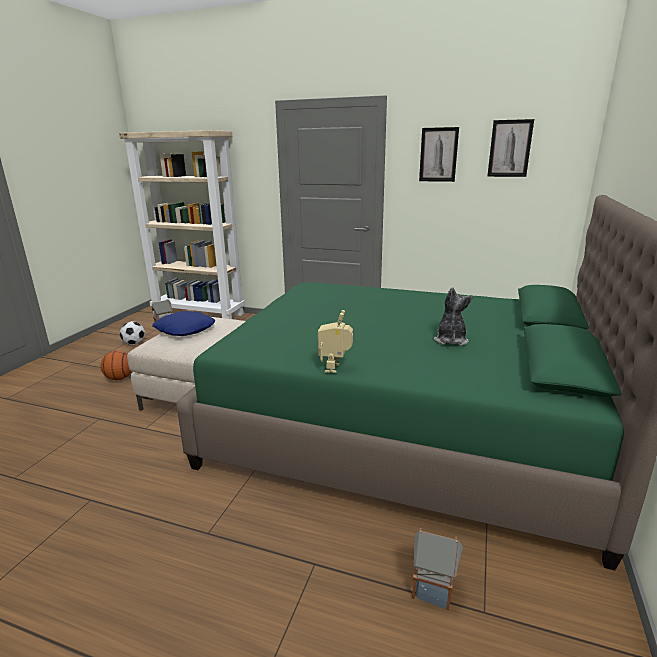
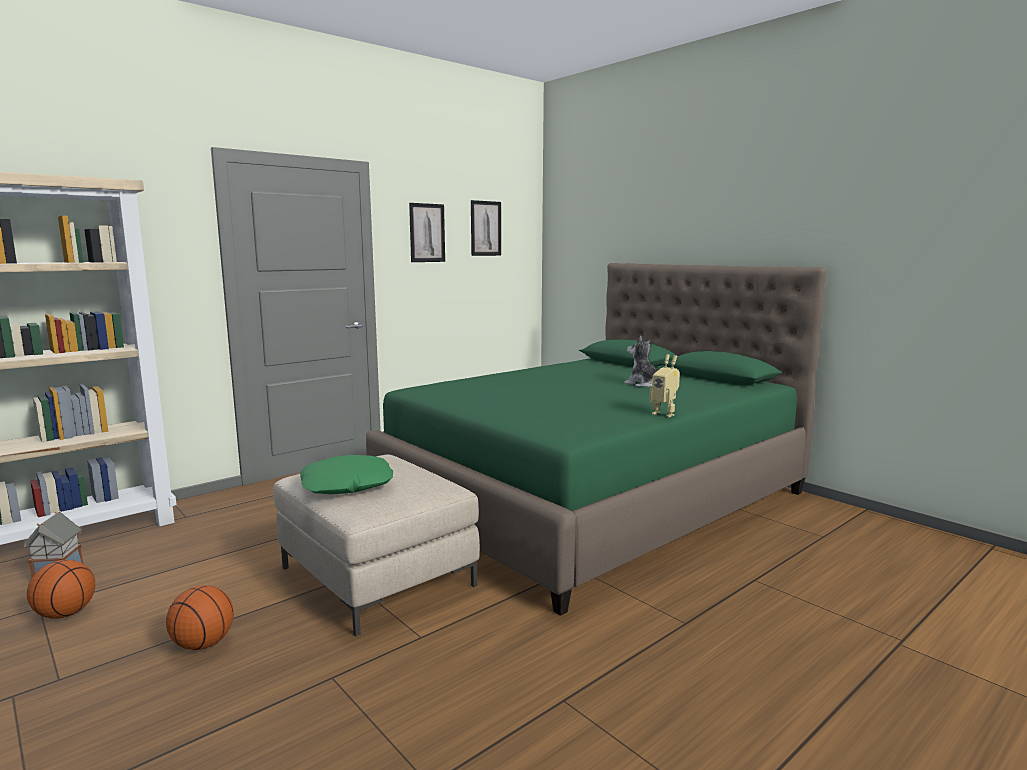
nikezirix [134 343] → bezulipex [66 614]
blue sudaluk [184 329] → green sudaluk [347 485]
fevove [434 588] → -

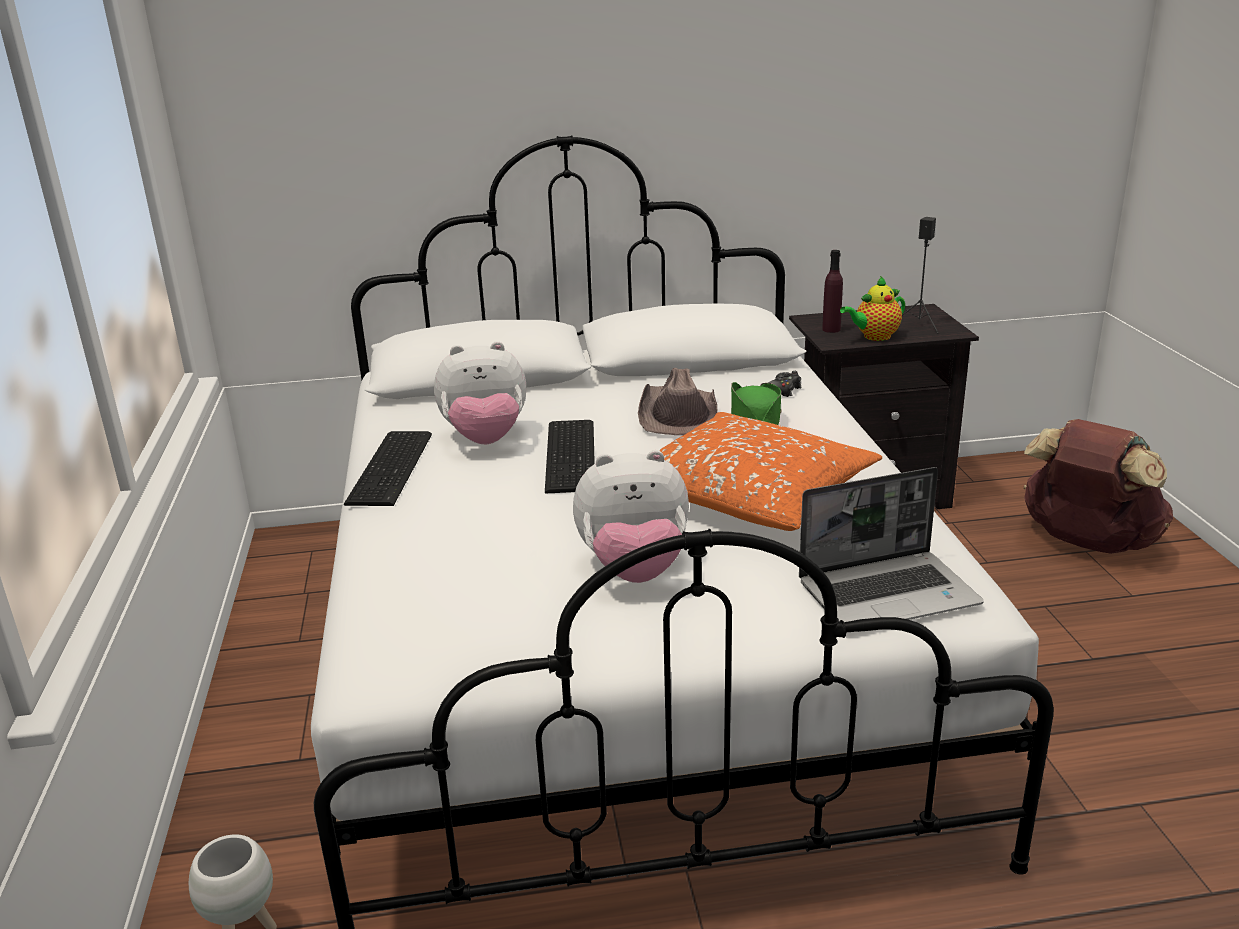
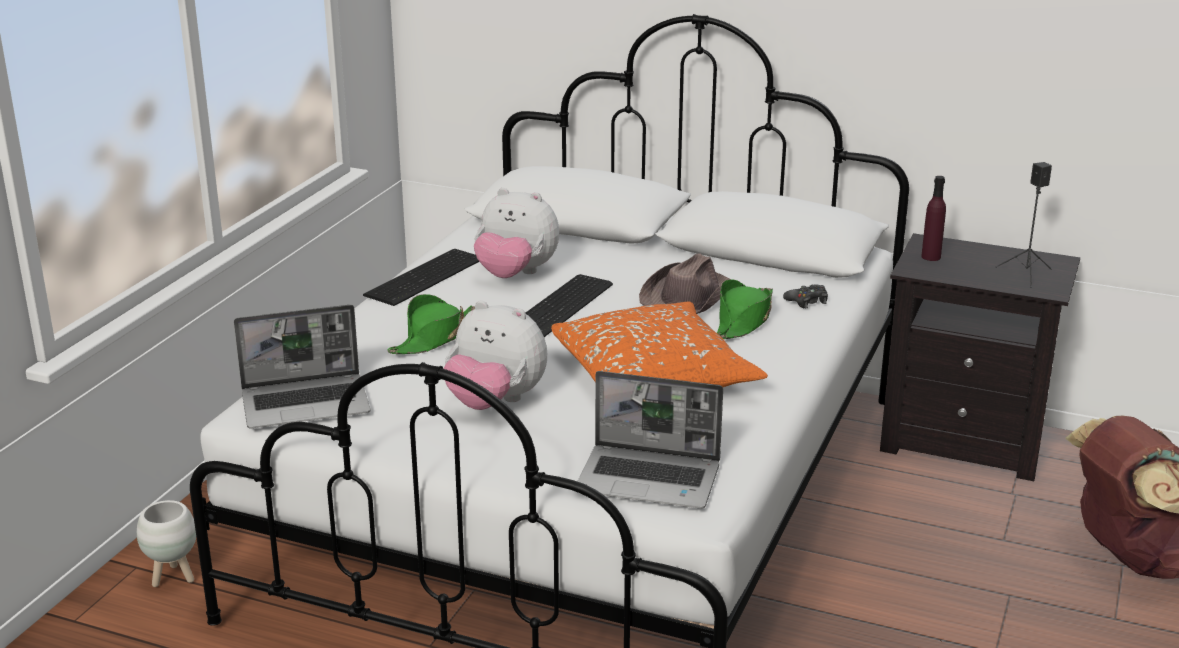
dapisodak [874 337] → -
- → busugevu [307 403]
- → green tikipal [435 338]

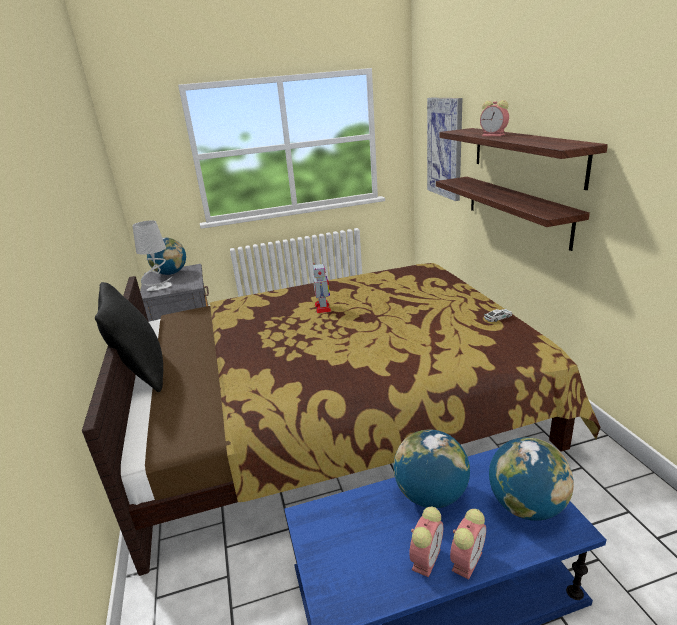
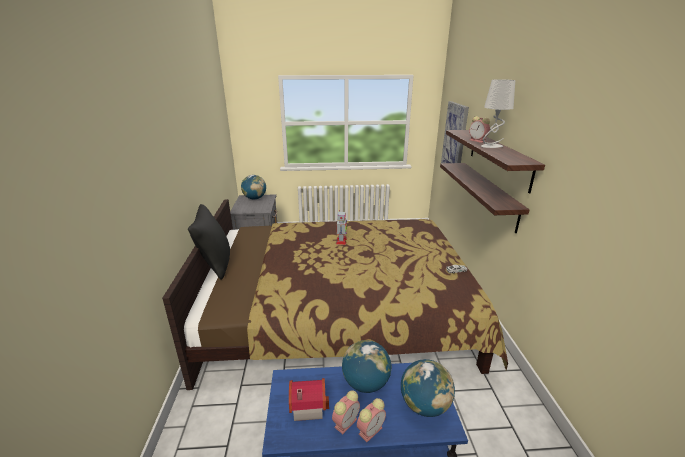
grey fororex [160 287] → grey fororex [491 146], shifted
- → fevove [307 405]

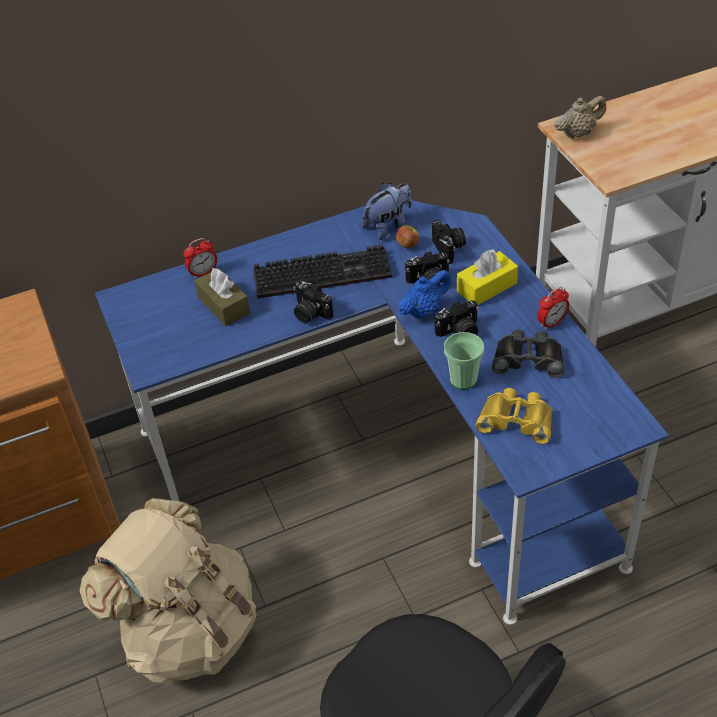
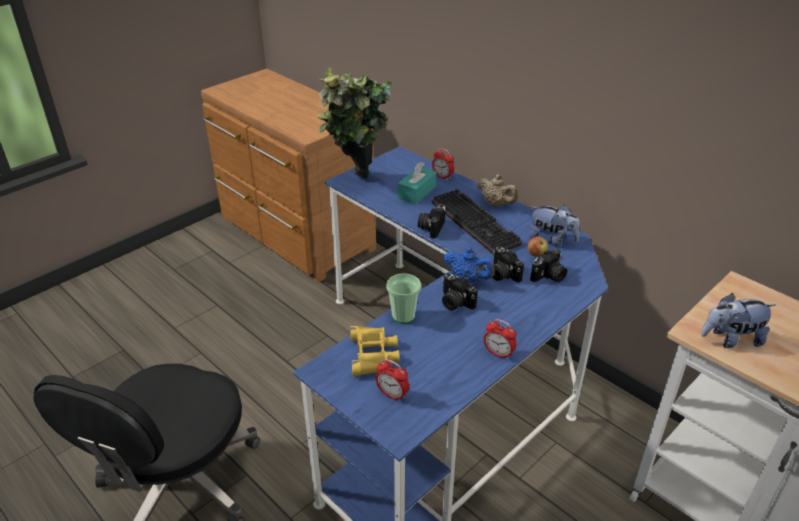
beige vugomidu [189 630] → -
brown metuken [224 305] → turquoise metuken [417 192]
yellow metuken [486 287] → -
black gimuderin [528 358] → -
beige dapisodak [578 133] → beige dapisodak [496 204], shifted
- → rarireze [355 186]
- → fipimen [392 395]
- → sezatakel [731 339]

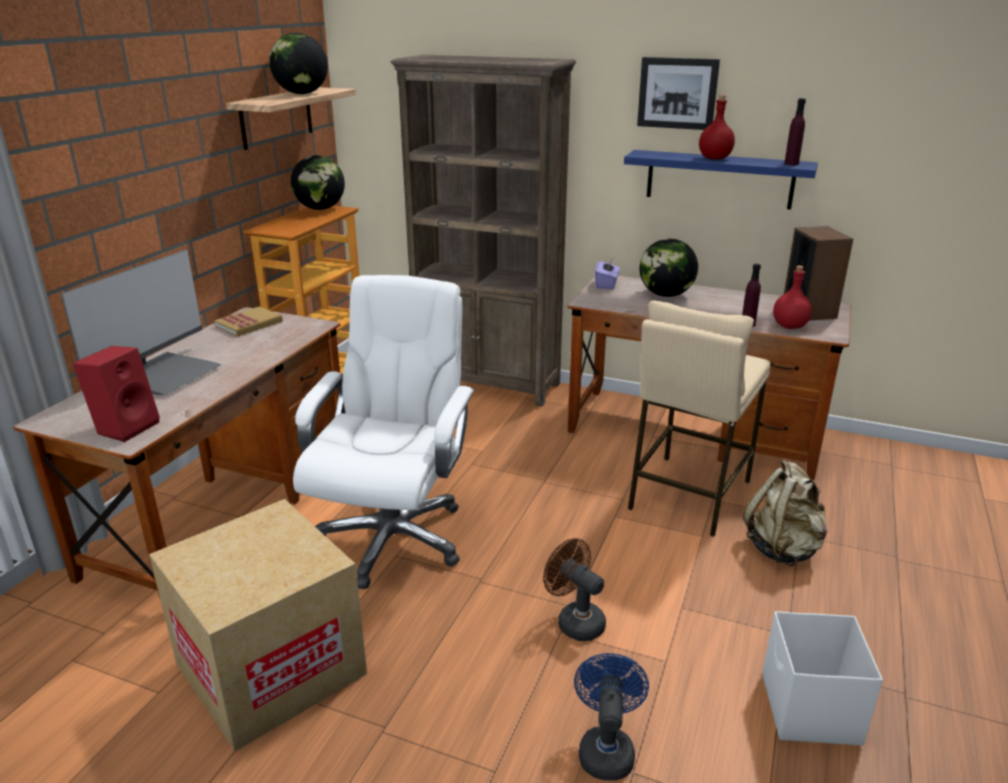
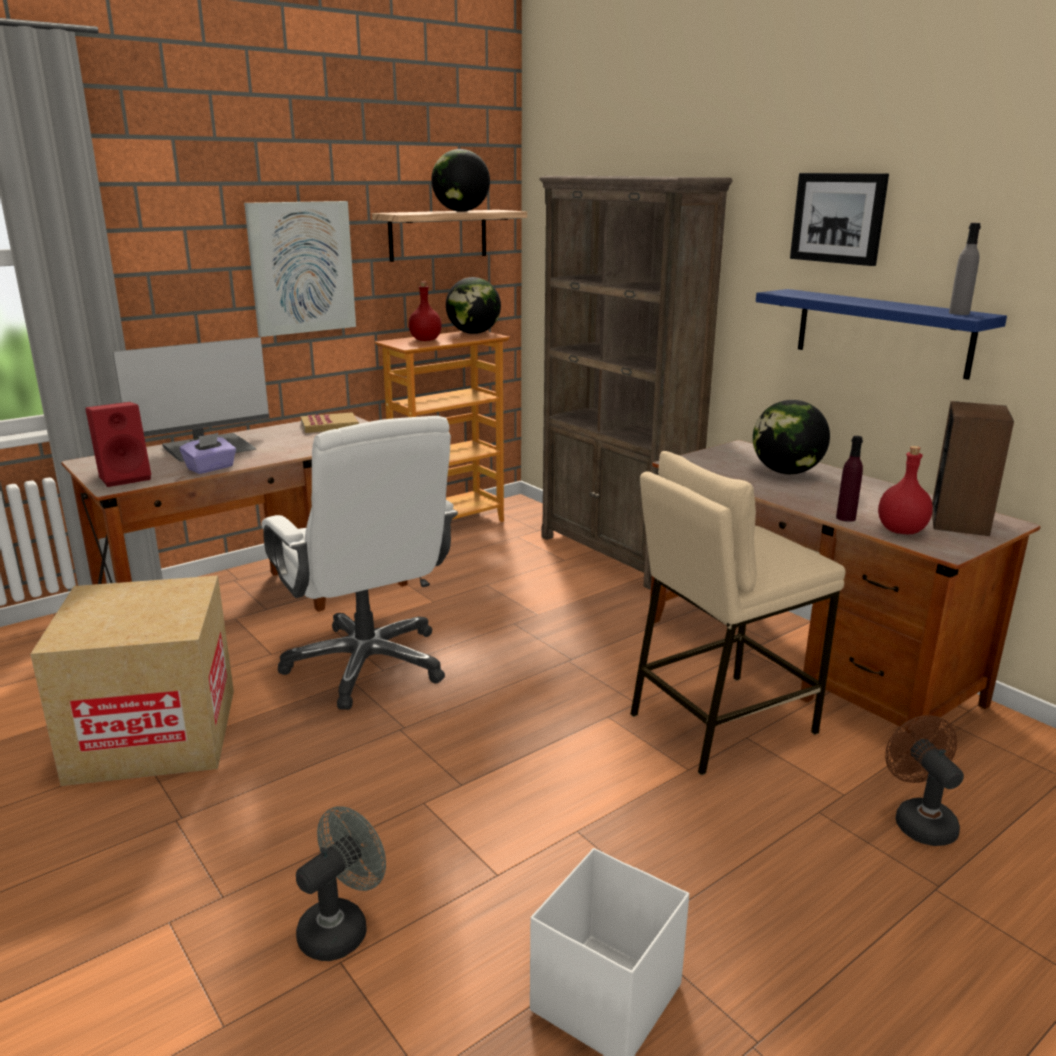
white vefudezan [393 537] → white vefudezan [368 664], 105 degrees clockwise
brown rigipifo [575 621] → brown rigipifo [919 820], shifted
blue rigipifo [606 748] → grey rigipifo [341 927]
purple metuken [606 284] → purple metuken [211 468], shifted
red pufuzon [715 158] → red pufuzon [425 340], shifted
beige vugomidu [783 548] → -
purple pufuzon [791 164] → grey pufuzon [959 313]
- → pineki [301 268]

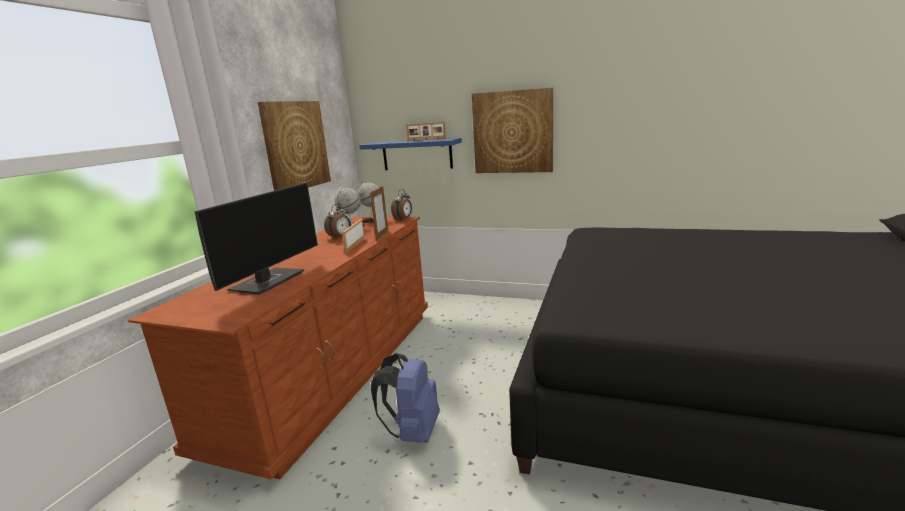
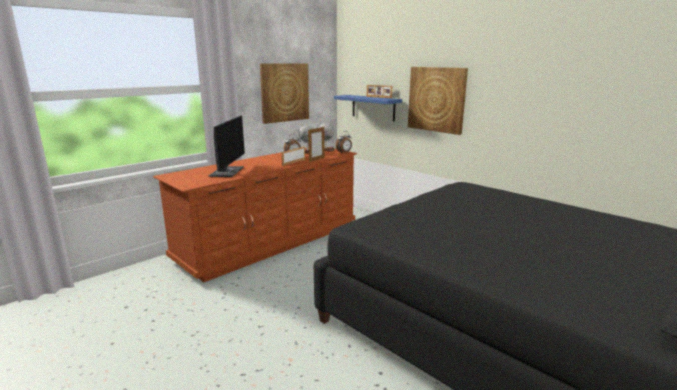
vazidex [268 281] → vazidex [227 172], 45 degrees counterclockwise
blue vugomidu [413 432] → -

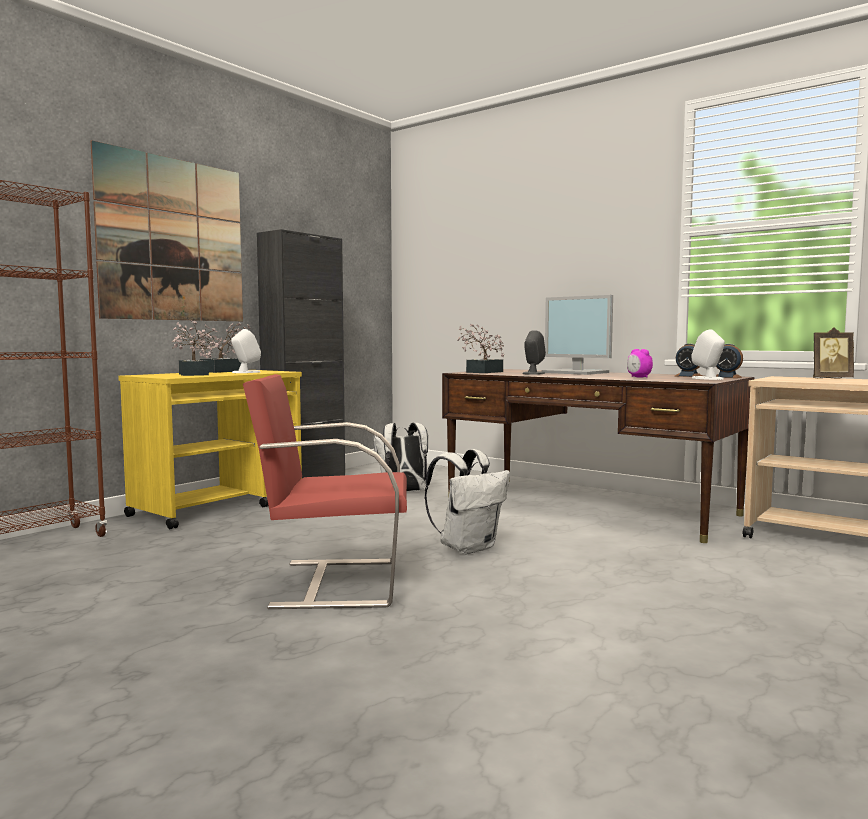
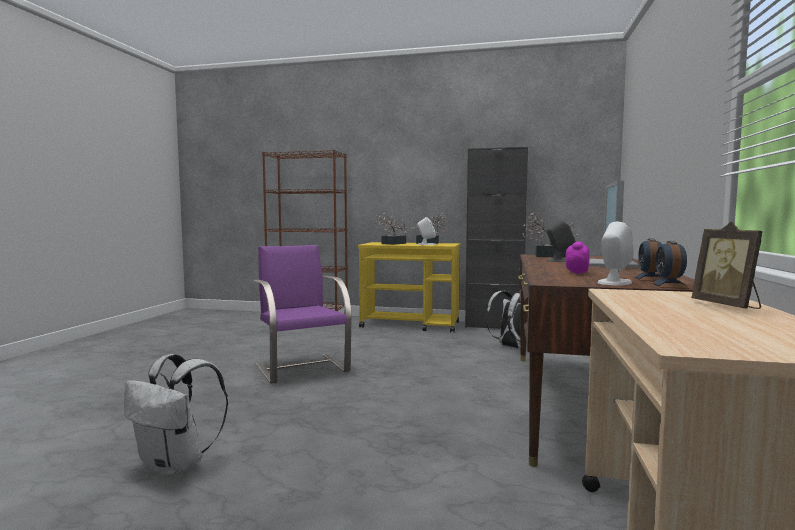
pineki [173 240] → -
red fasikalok [333 582] → purple fasikalok [302 367]
white vugomidu [468 548] → white vugomidu [176 465], shifted

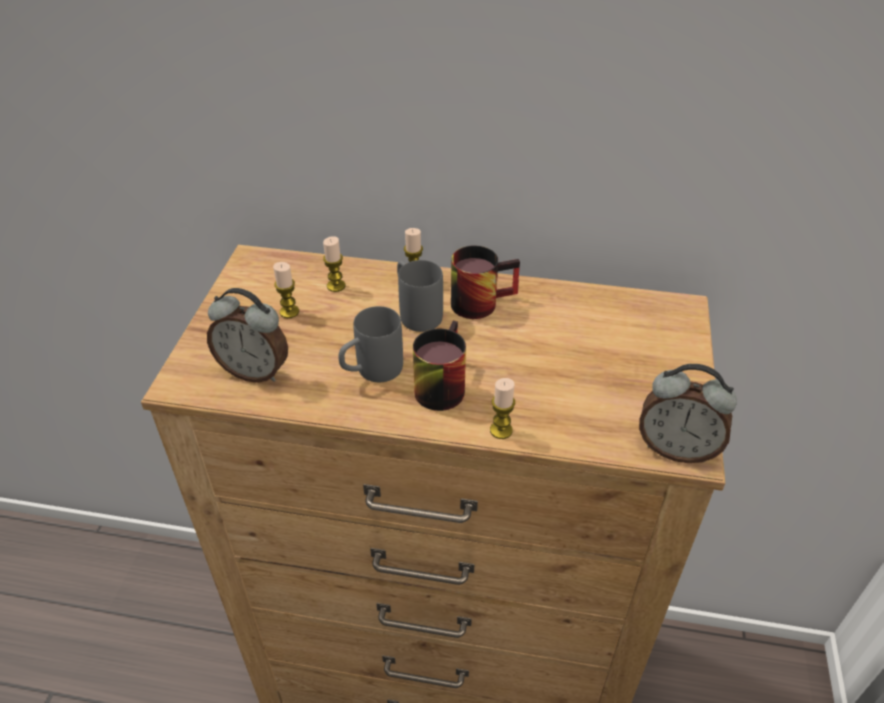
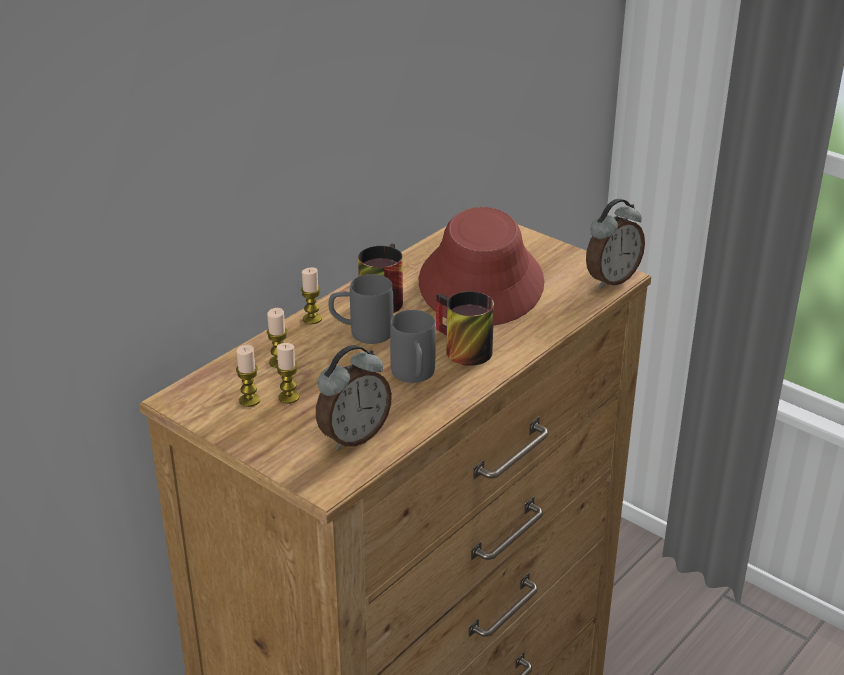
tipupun [501 430] → tipupun [249 400], shifted
- → red tikipal [481 283]

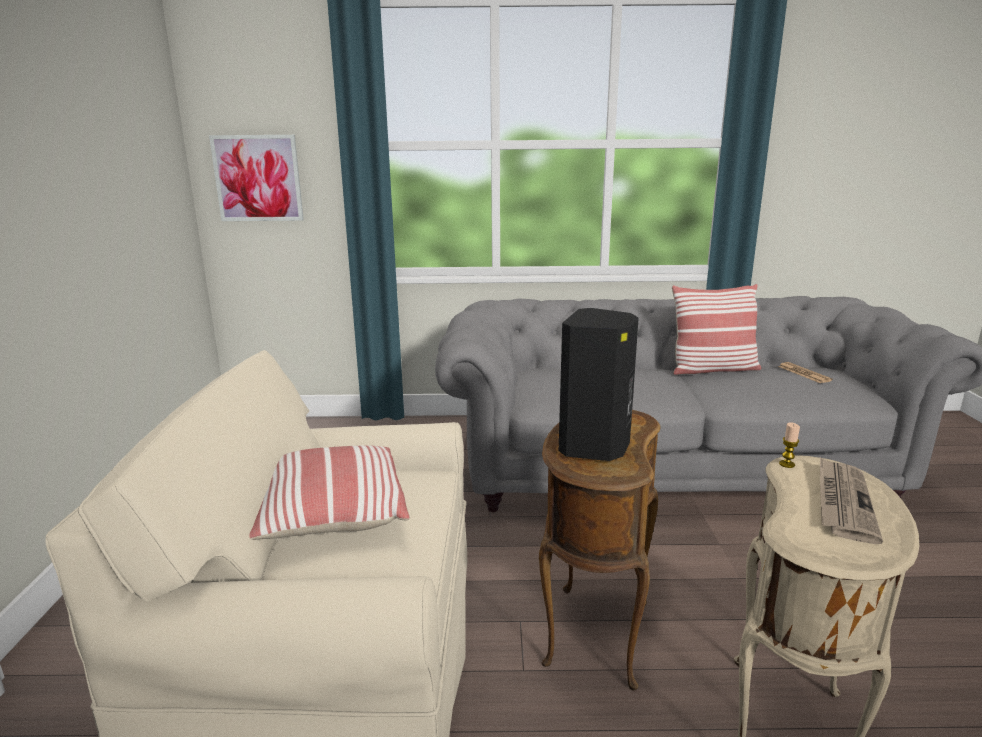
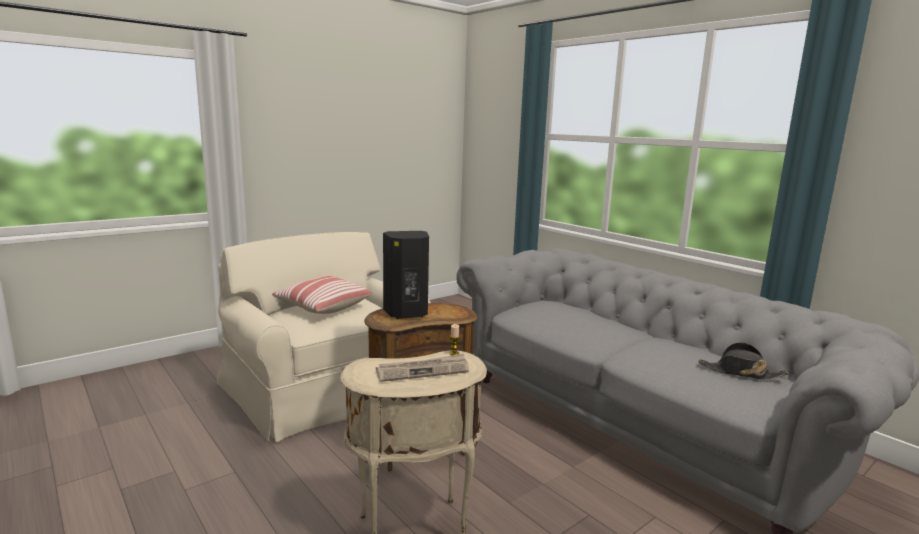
pineki [258 178] → -
sudaluk [712 369] → -
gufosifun [804 373] → black tikipal [740 373]

